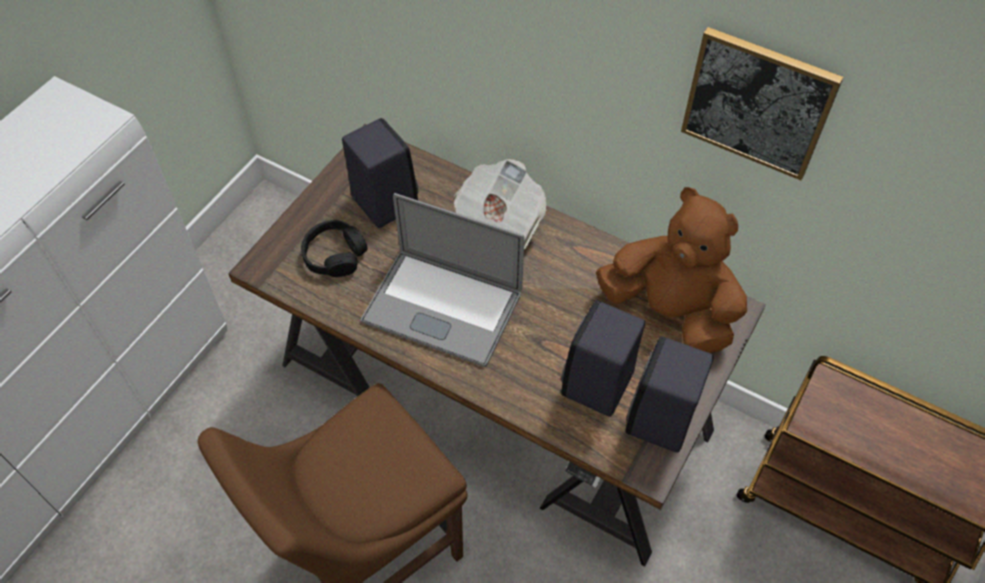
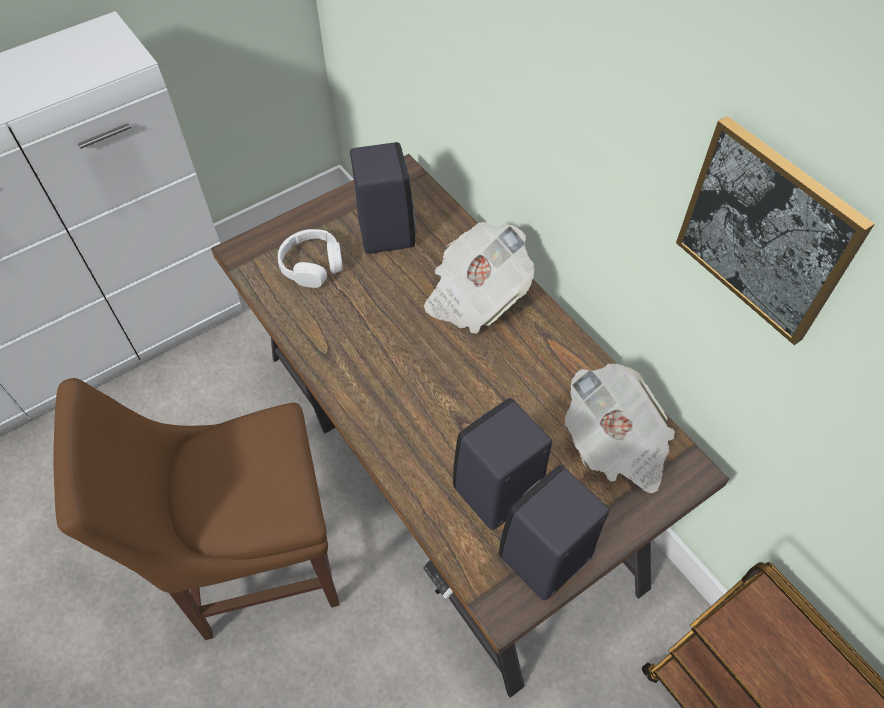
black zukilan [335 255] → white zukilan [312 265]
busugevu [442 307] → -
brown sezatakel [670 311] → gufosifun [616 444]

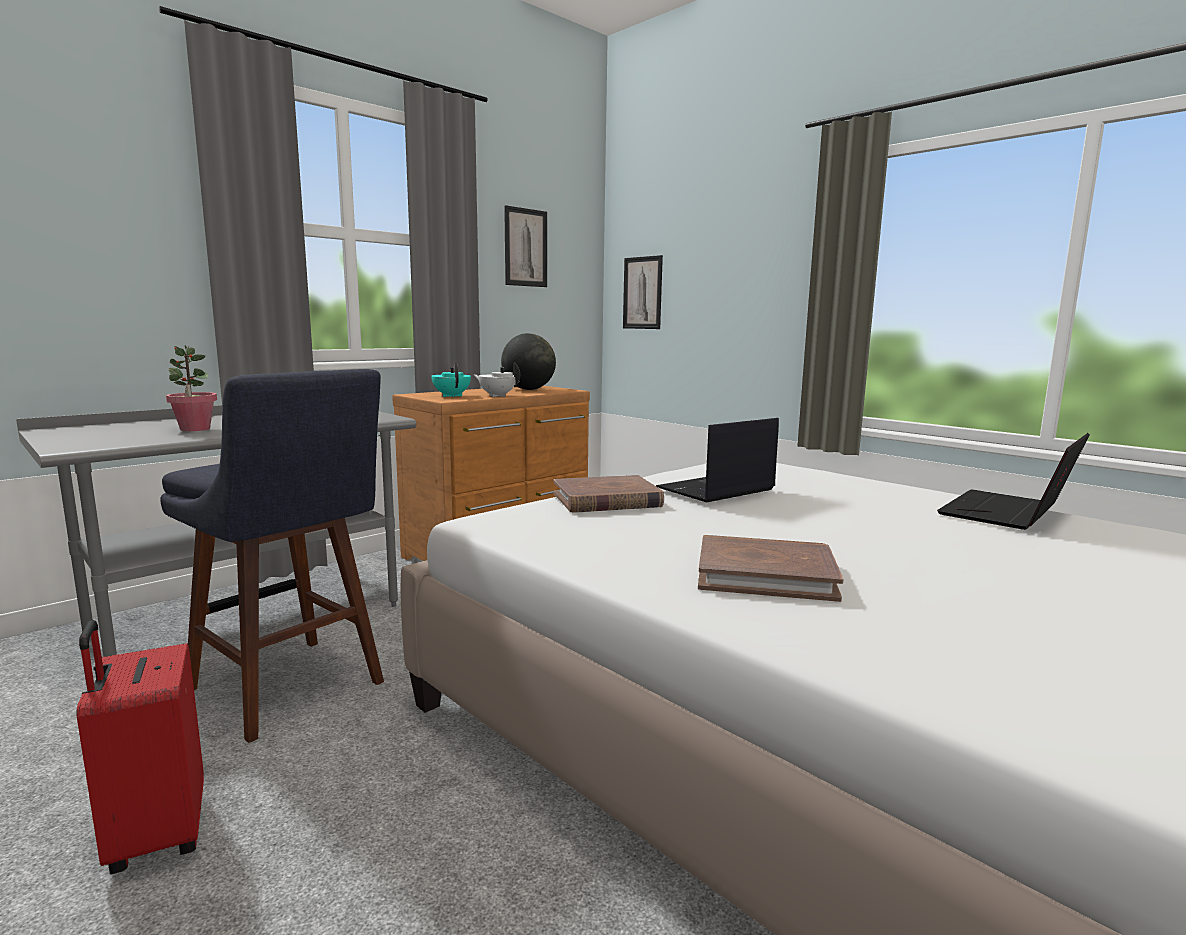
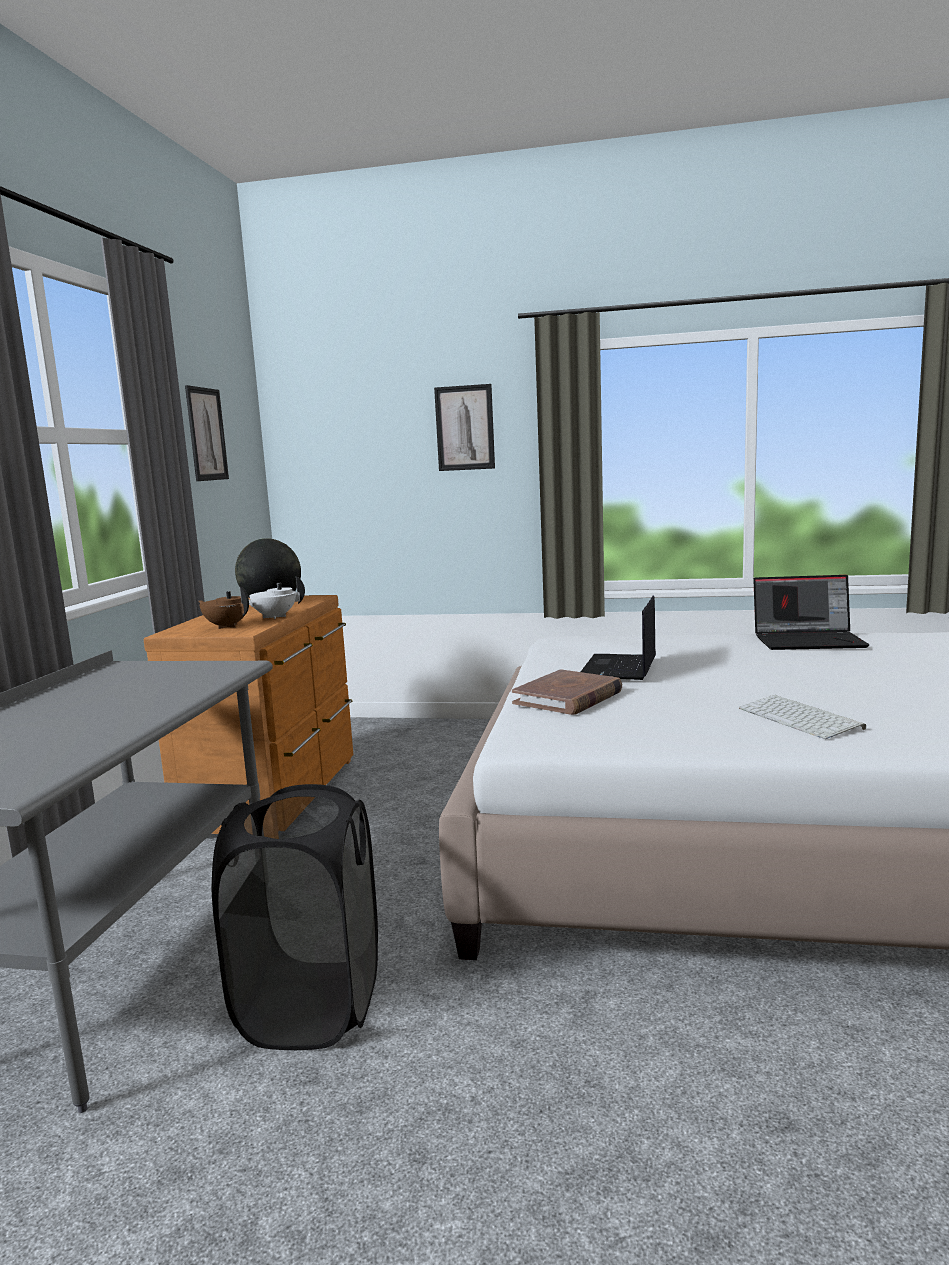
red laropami [155 835] → -
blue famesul [292 690] → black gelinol [311 1005]
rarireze [195 429] → -
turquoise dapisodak [452 396] → brown dapisodak [226 626]
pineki [642 293] → pineki [465 428], shifted
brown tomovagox [765 574] → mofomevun [802 718]
busugevu [1009 514] → busugevu [809 641], 90 degrees counterclockwise

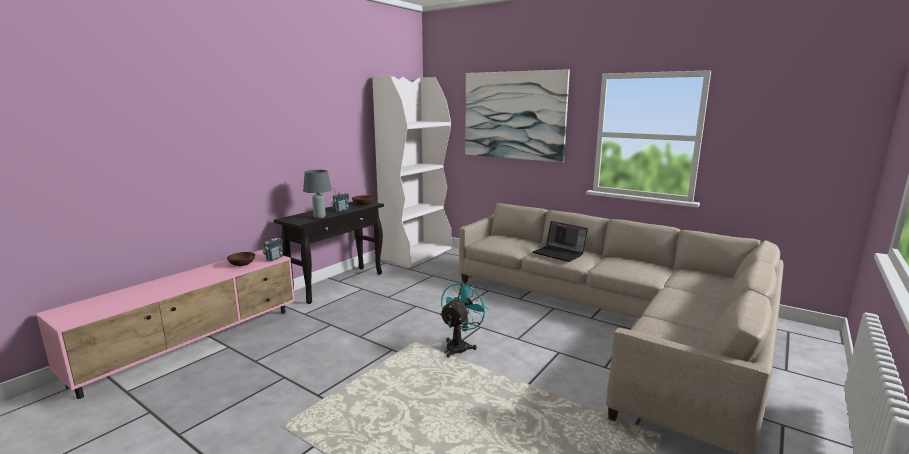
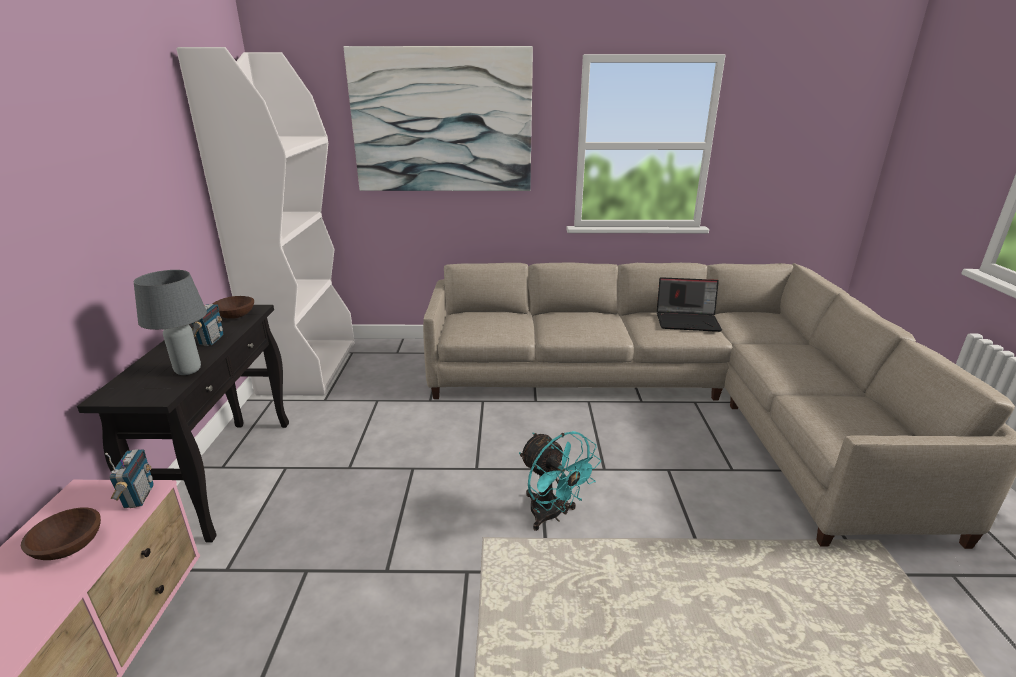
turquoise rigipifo [460 346] → turquoise rigipifo [552 516], 150 degrees clockwise
busugevu [559 253] → busugevu [688 321], shifted

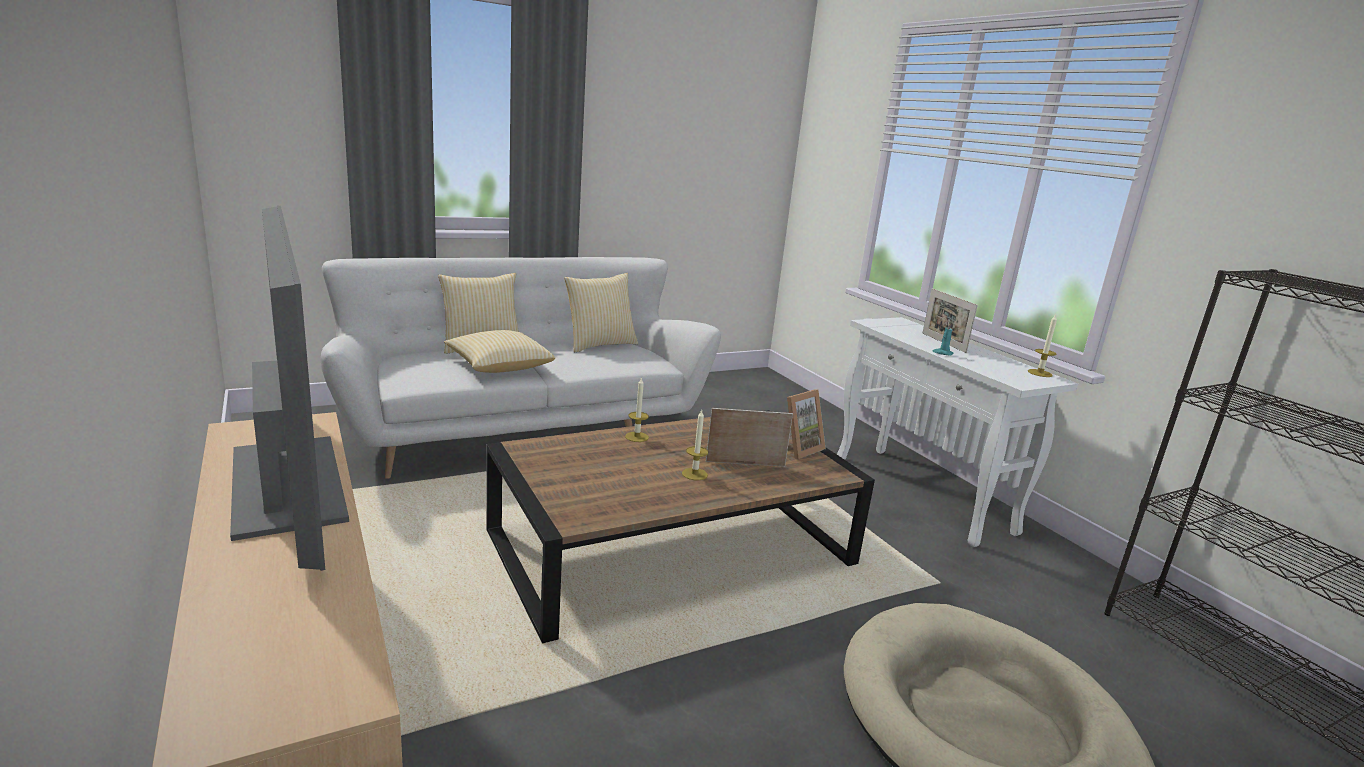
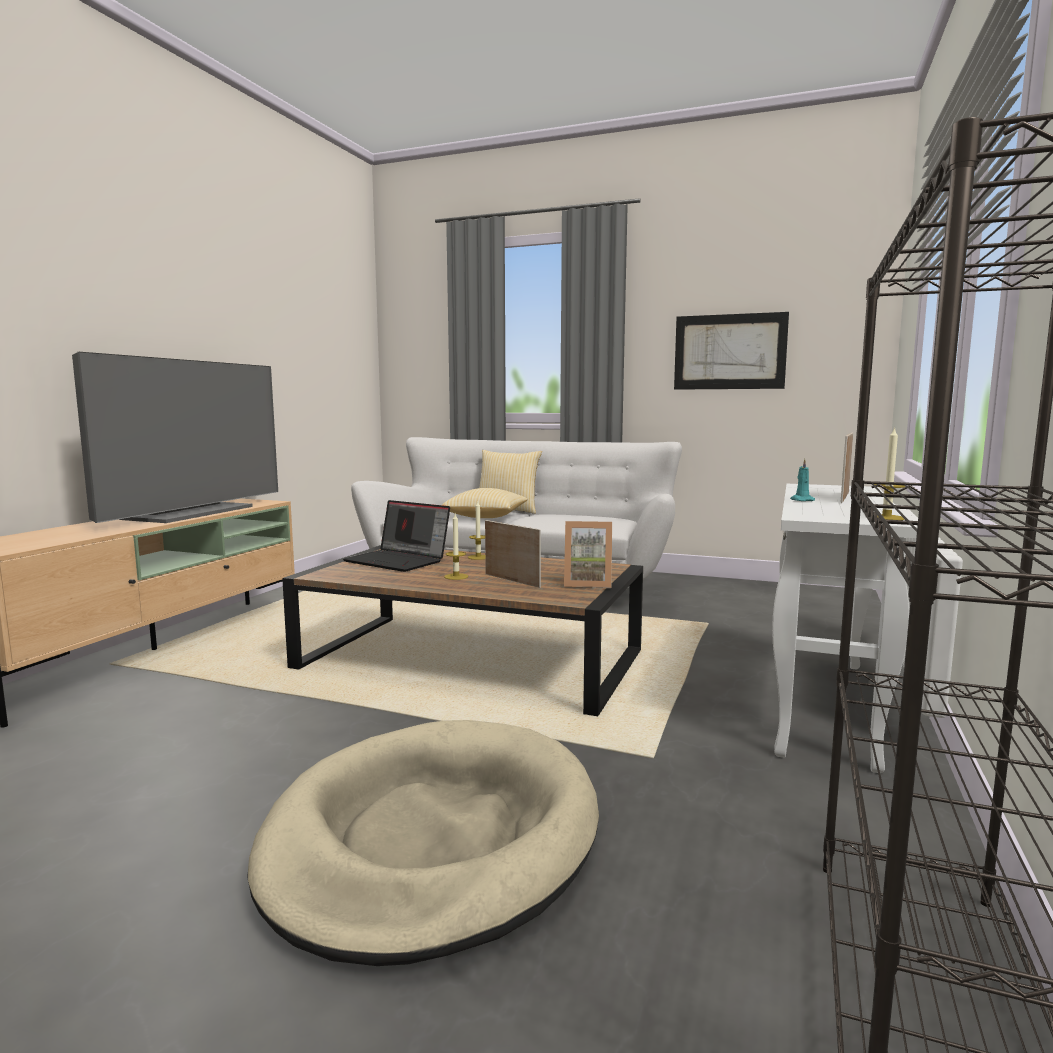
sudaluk [599 344] → -
- → busugevu [399 561]
- → pineki [729 352]

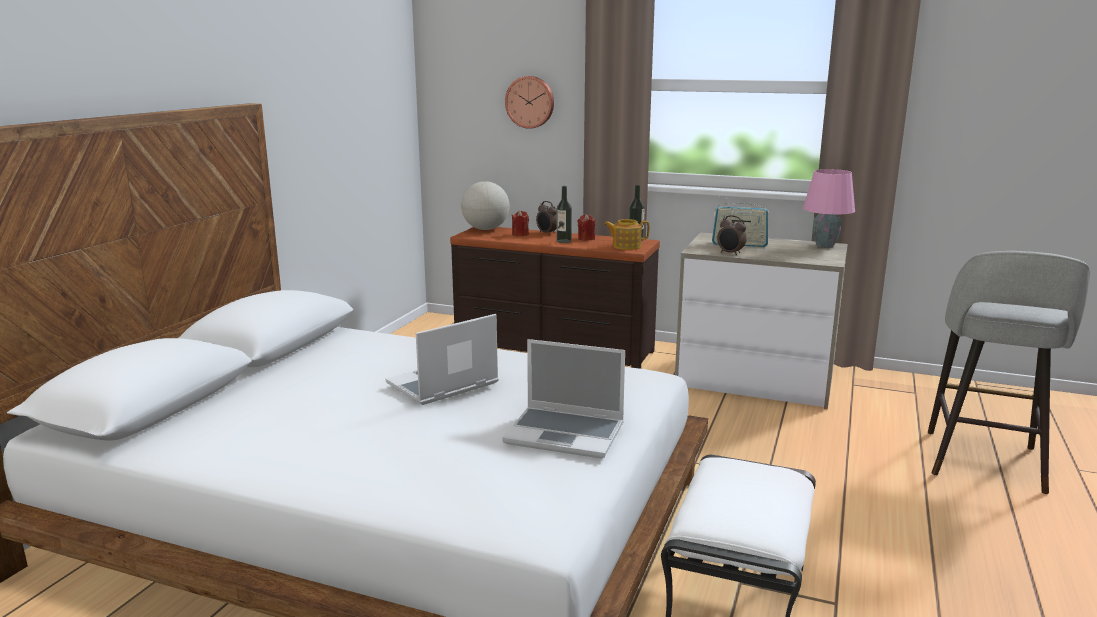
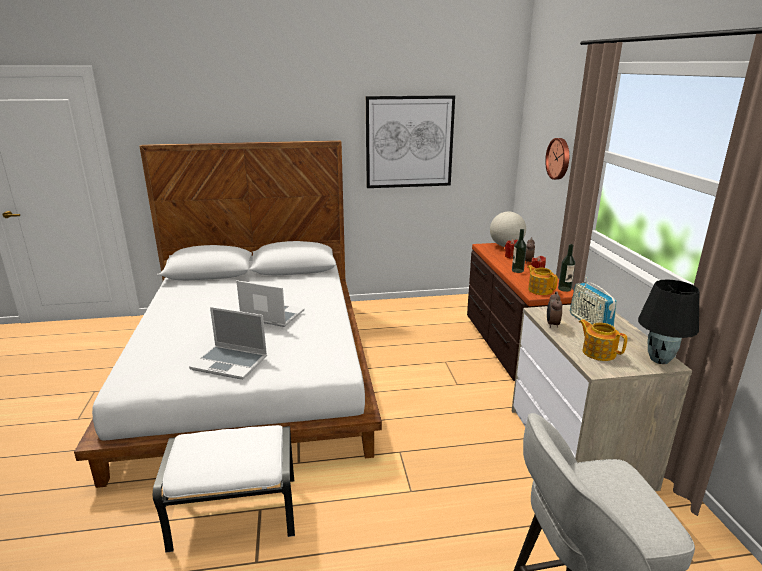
busugevu [566 434] → busugevu [231 363], 60 degrees counterclockwise
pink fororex [824 245] → black fororex [658 359]
- → pineki [409 142]
- → dapisodak [598 352]

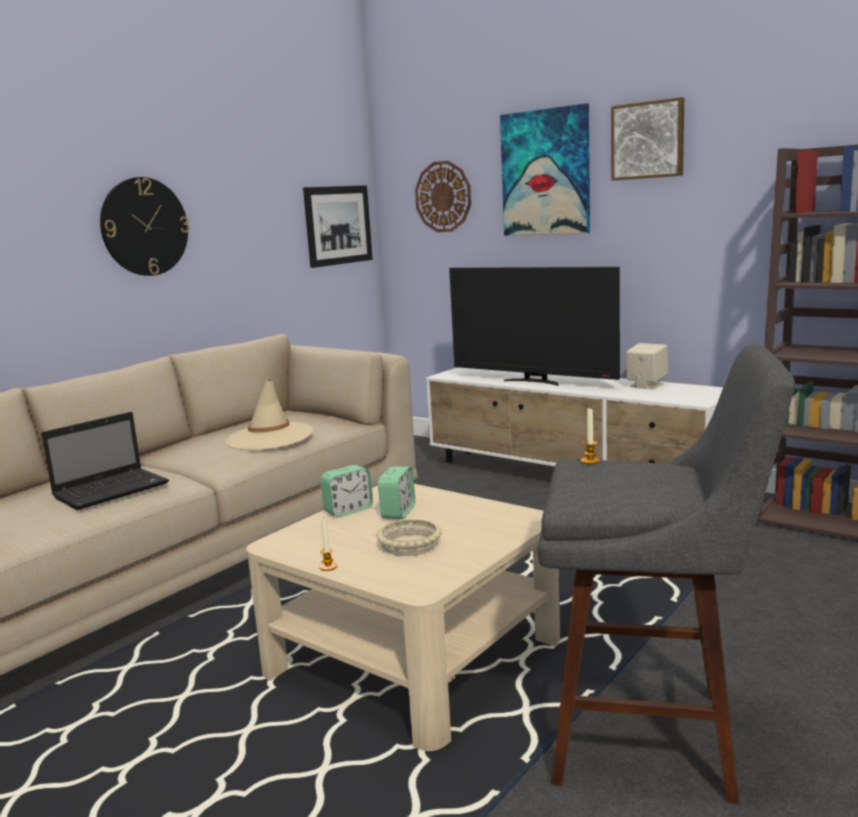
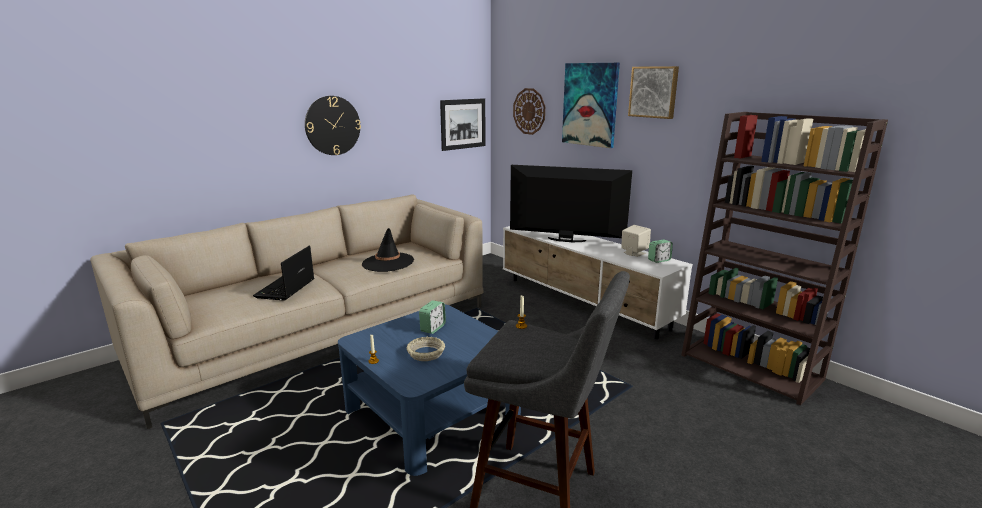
busugevu [113 490] → busugevu [285 289], 135 degrees clockwise
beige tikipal [270 437] → black tikipal [388 262]
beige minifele [413 655] → blue minifele [432 412]
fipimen [348 510] → fipimen [659 260], shifted
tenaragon [534 381] → tenaragon [566 240], 150 degrees clockwise

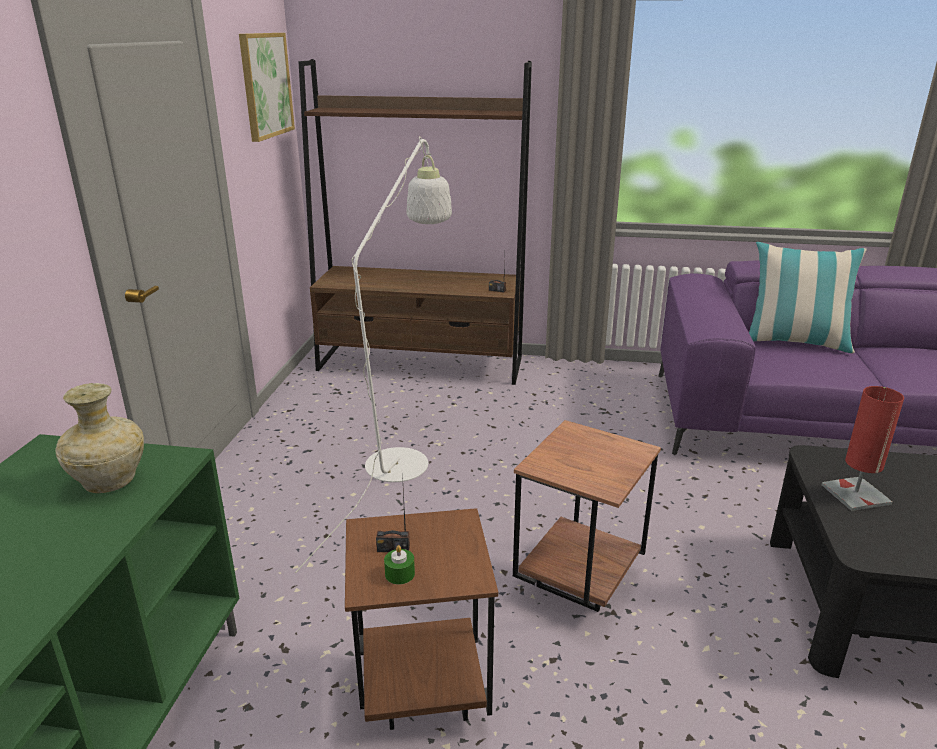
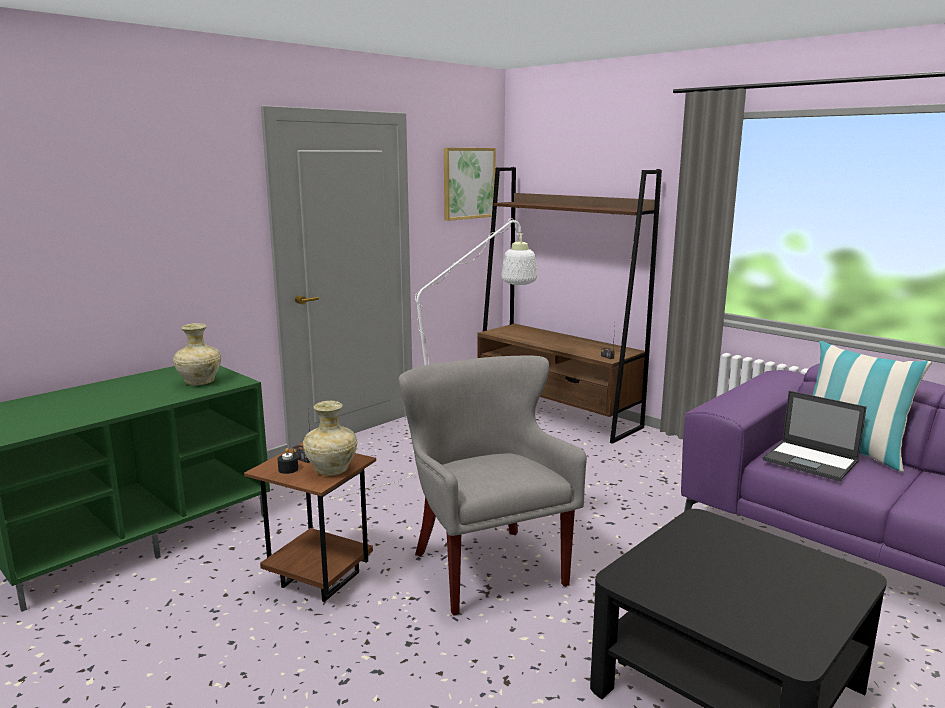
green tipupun [399 574] → black tipupun [288 469]
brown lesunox [577 581] → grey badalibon [487 567]
red fororex [855 494] → -
- → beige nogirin [331 470]
- → busugevu [811 461]

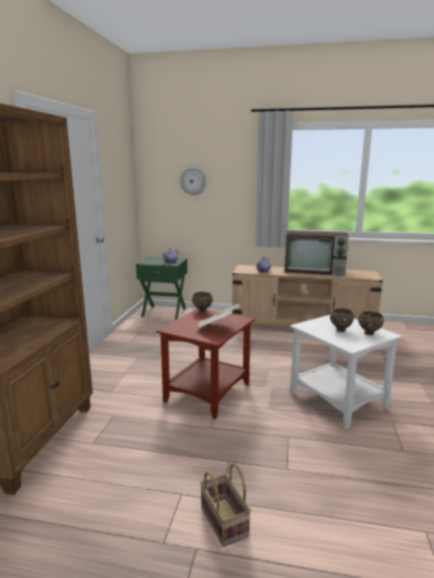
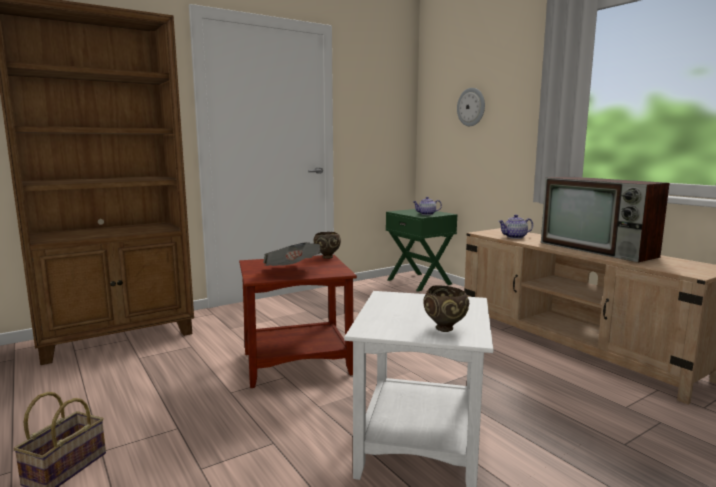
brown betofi [340 330] → -

